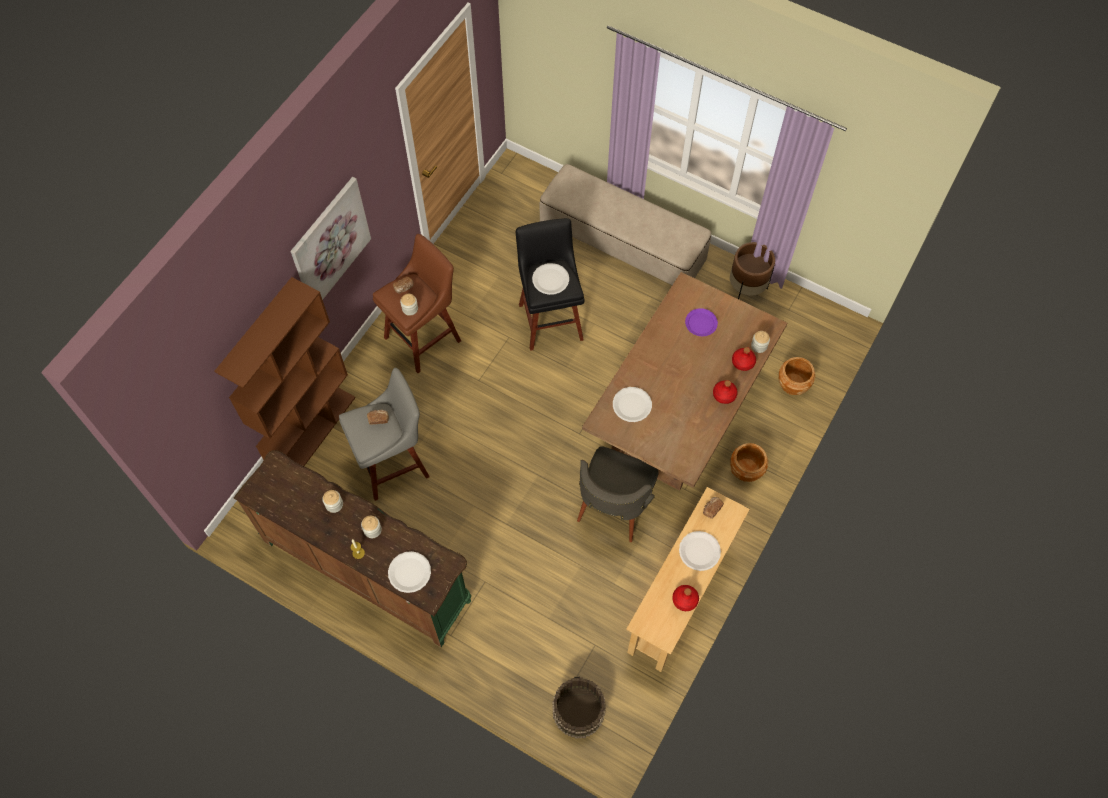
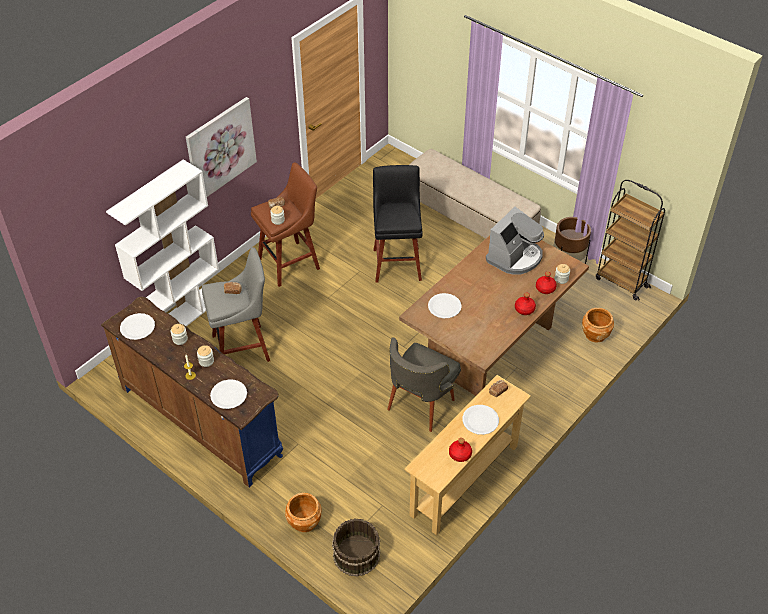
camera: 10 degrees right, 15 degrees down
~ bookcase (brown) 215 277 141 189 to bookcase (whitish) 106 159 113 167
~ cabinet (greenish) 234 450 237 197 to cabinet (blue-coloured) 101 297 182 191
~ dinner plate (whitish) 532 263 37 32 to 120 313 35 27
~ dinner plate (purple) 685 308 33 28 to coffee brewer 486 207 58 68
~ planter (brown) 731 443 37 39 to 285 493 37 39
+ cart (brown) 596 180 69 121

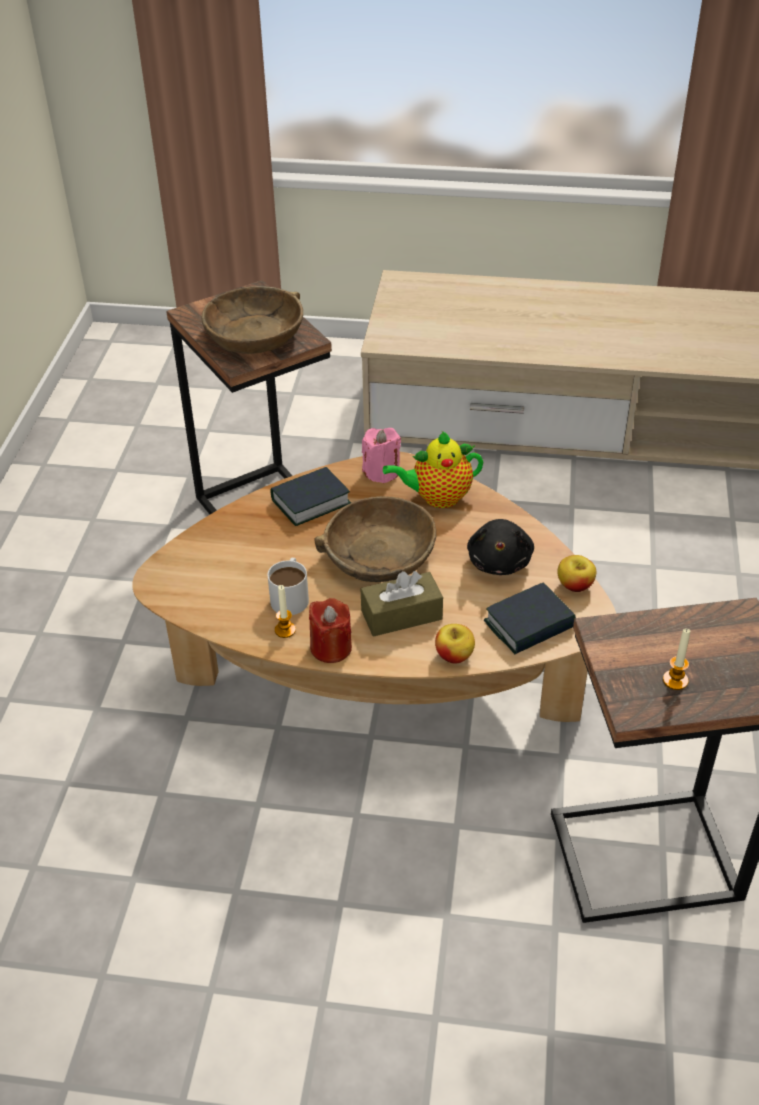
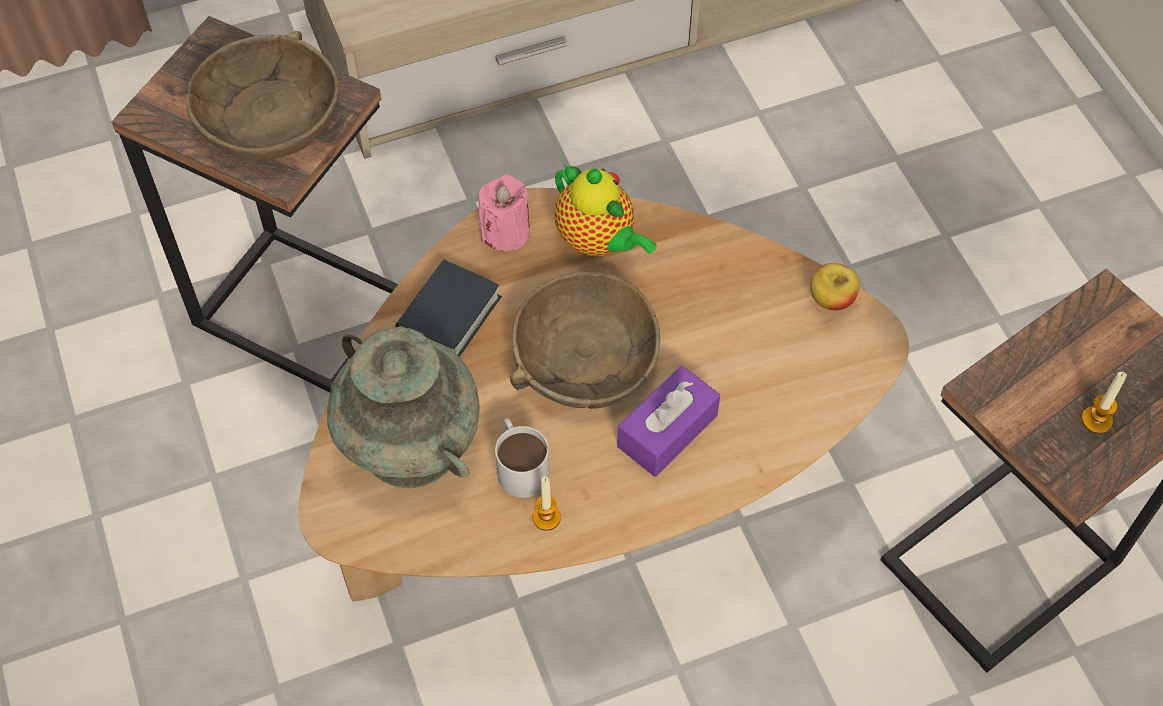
camera: 30 degrees left, 15 degrees up
- wax light (red) 309 598 43 65
~ tissue box (brown) 361 571 82 66 to tissue box (purple) 617 366 103 111
~ pot for tea 383 431 100 77 = 554 165 102 92 90 degrees counterclockwise
- whole apple 435 624 40 40
- cuddly toy (black-coloured) 467 519 67 56
- bound book 484 582 92 72
+ flower vase (turquoise) 327 327 153 162

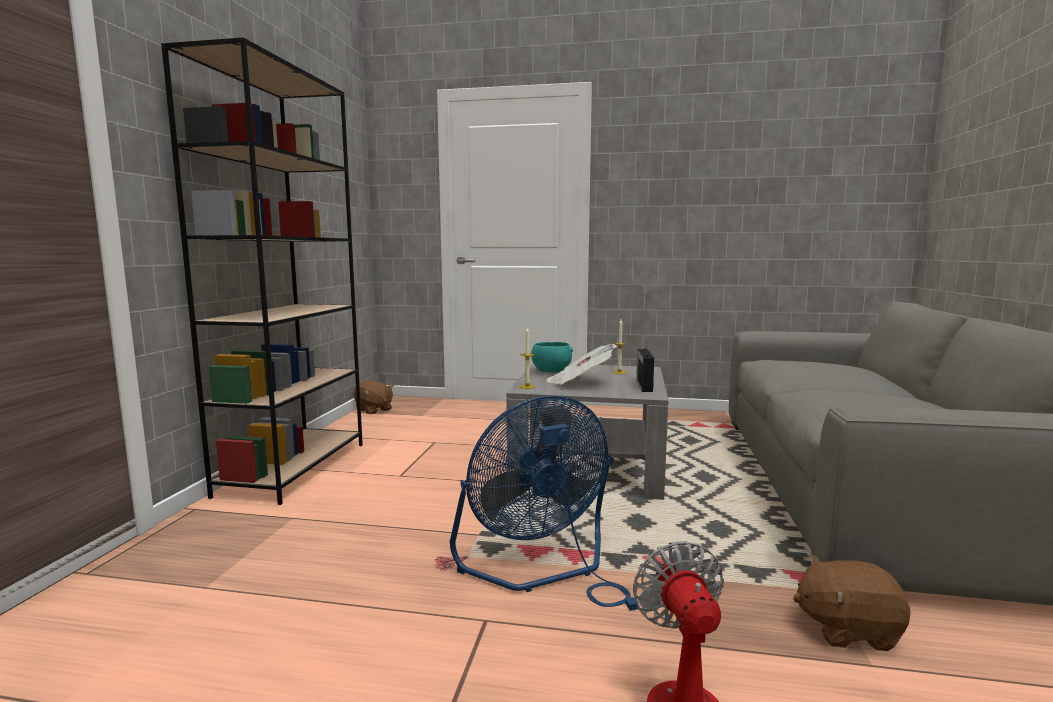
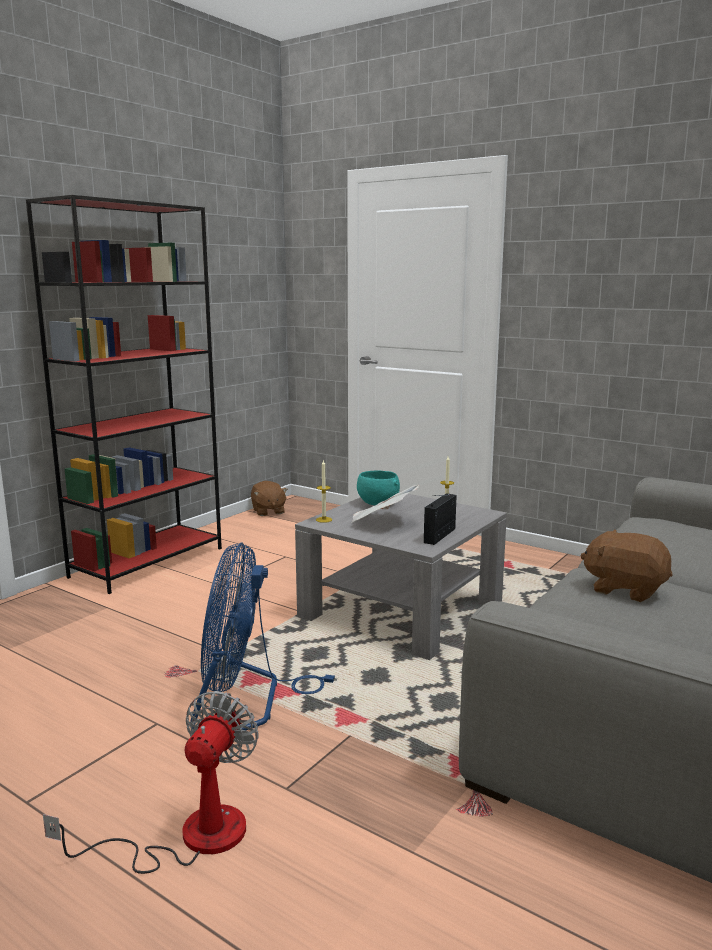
camera: 25 degrees right, 5 degrees up
~ bookcase (beige) 161 37 202 468 to bookcase (red) 26 195 196 399
~ cooling fan (blue-coloured) 450 396 188 215 = 190 542 147 188 90 degrees counterclockwise
~ cuddly toy (brown) 793 555 117 96 to 580 529 92 73

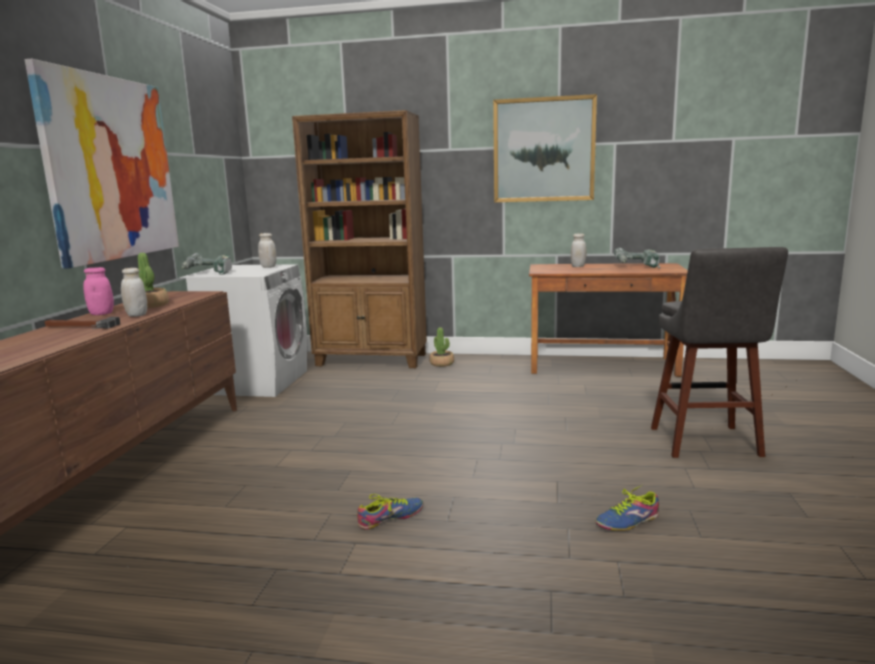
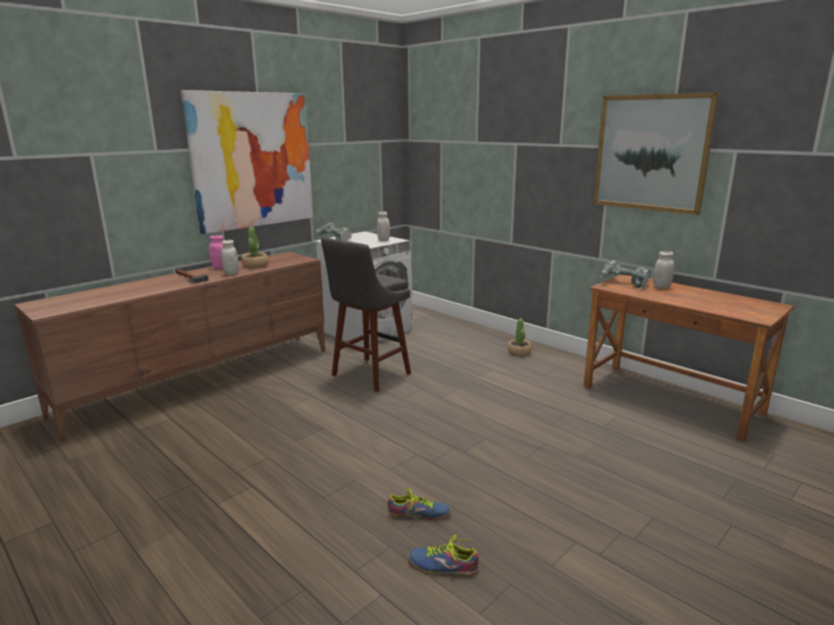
camera: 35 degrees right, 5 degrees up
- bookcase (brown) 292 110 135 258
~ shoe 357 494 66 36 to 388 488 63 32
~ drill 614 248 46 20 to 600 260 49 30
~ stool (grey) 651 247 137 211 to 321 237 90 155

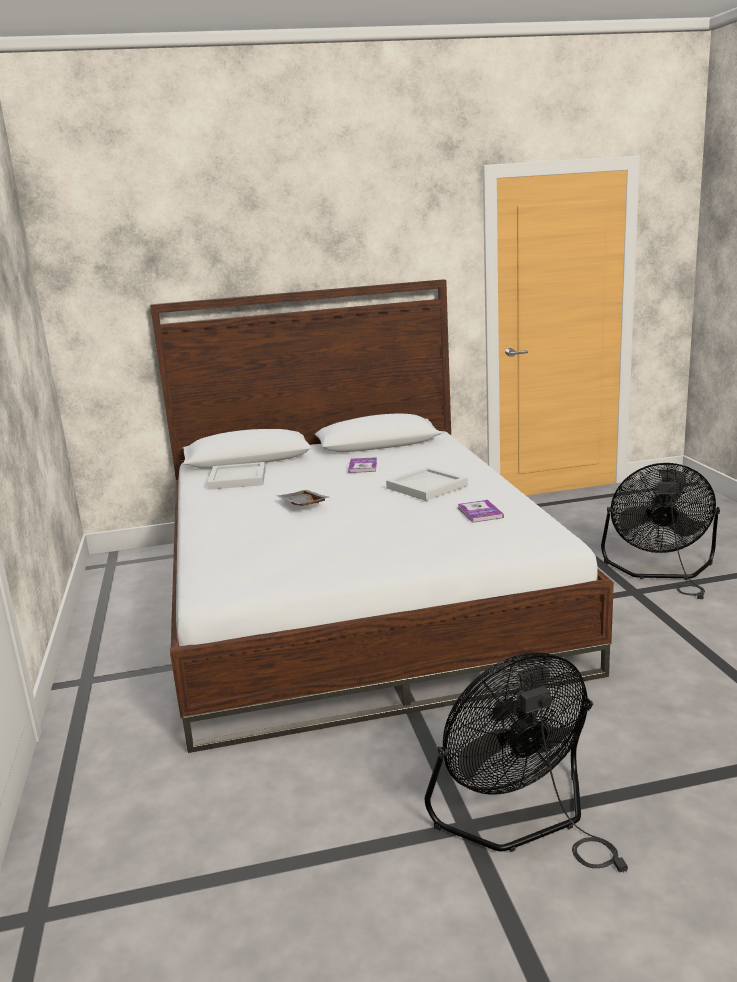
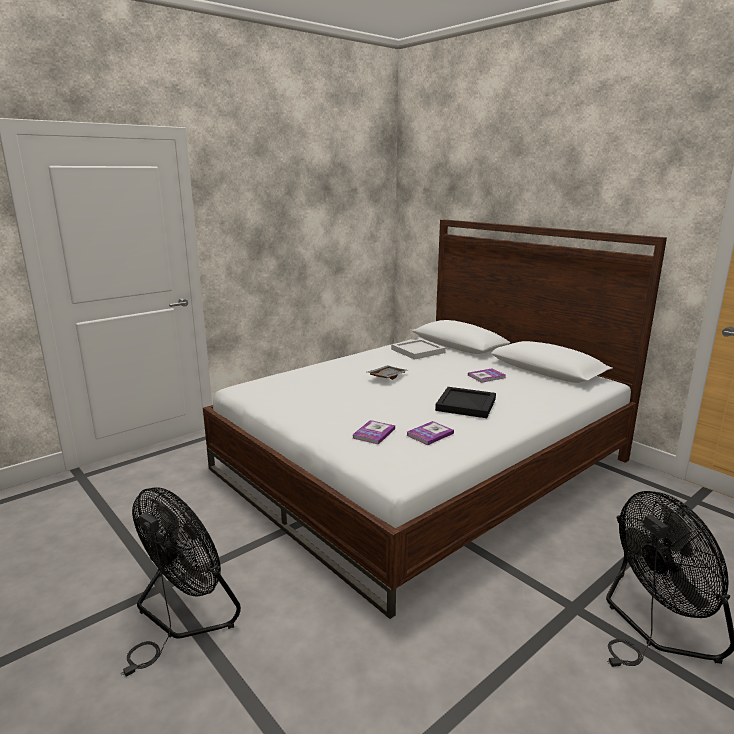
camera: 60 degrees right, 0 degrees up
~ serving tray (whitish) 386 467 82 34 to serving tray (black-coloured) 435 387 61 31
+ bound book 352 420 43 24

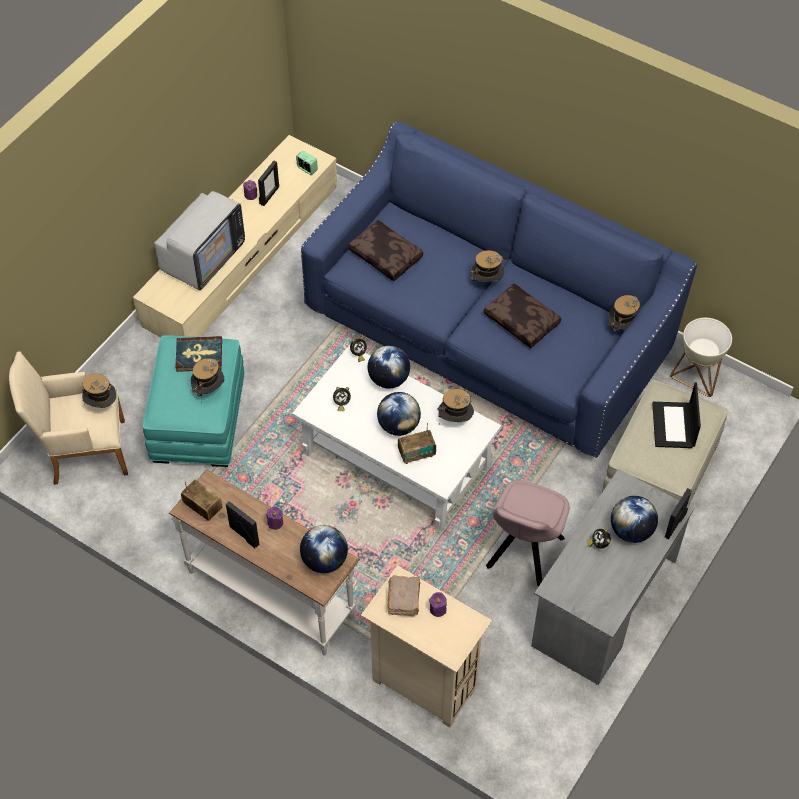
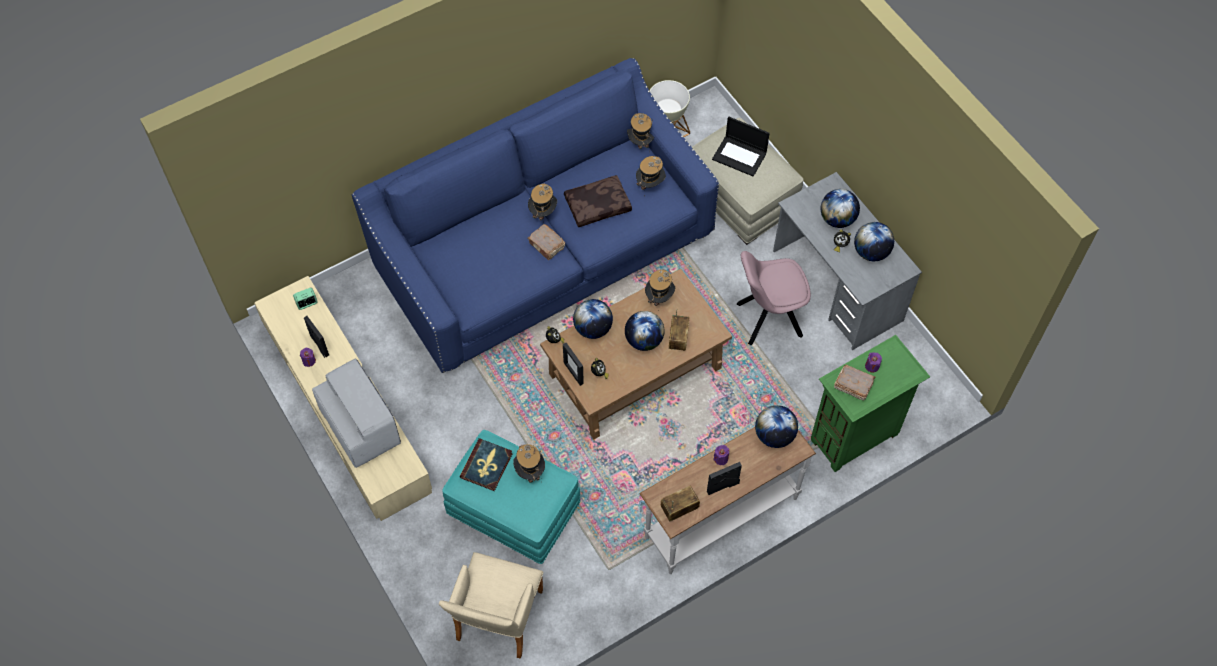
camera: 65 degrees left, 5 degrees up
~ hat 82 373 34 35 to 636 156 30 40
~ low table (whitish) 292 345 209 186 to low table (brown) 540 269 192 170
- throw pillow (brown) 348 220 75 61
~ cabinet (beige) 361 566 131 162 to cabinet (greenish) 811 335 119 137
~ upright chair (pink) 486 480 83 107 = 737 251 74 94 120 degrees clockwise
~ picture frame 665 488 27 51 to 563 343 21 43
+ bound book (brown) 527 224 38 36
+ world globe 854 222 40 39

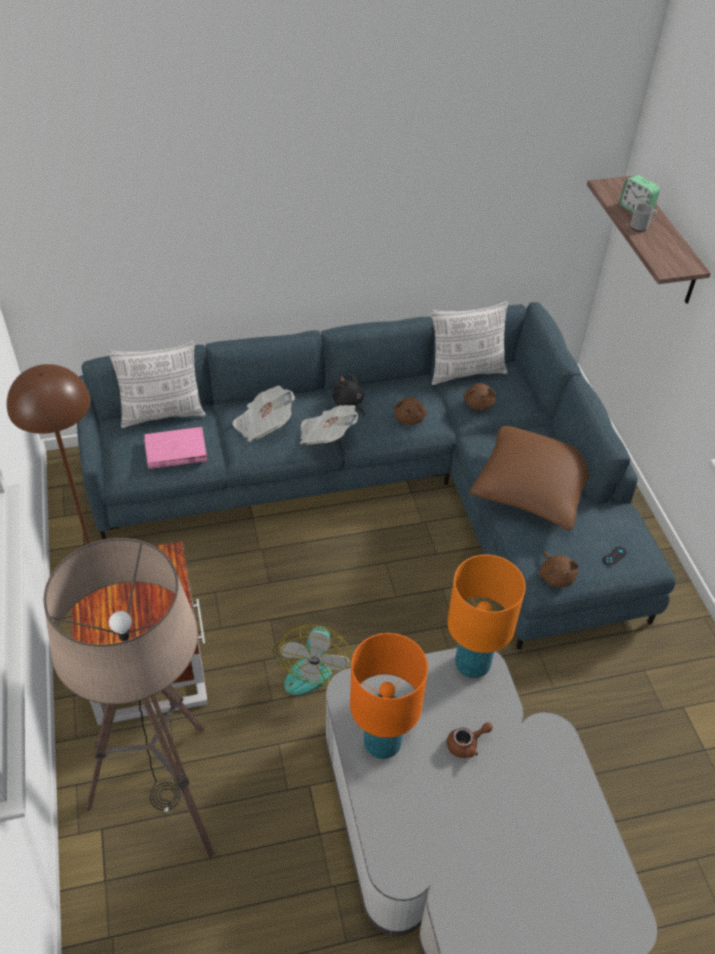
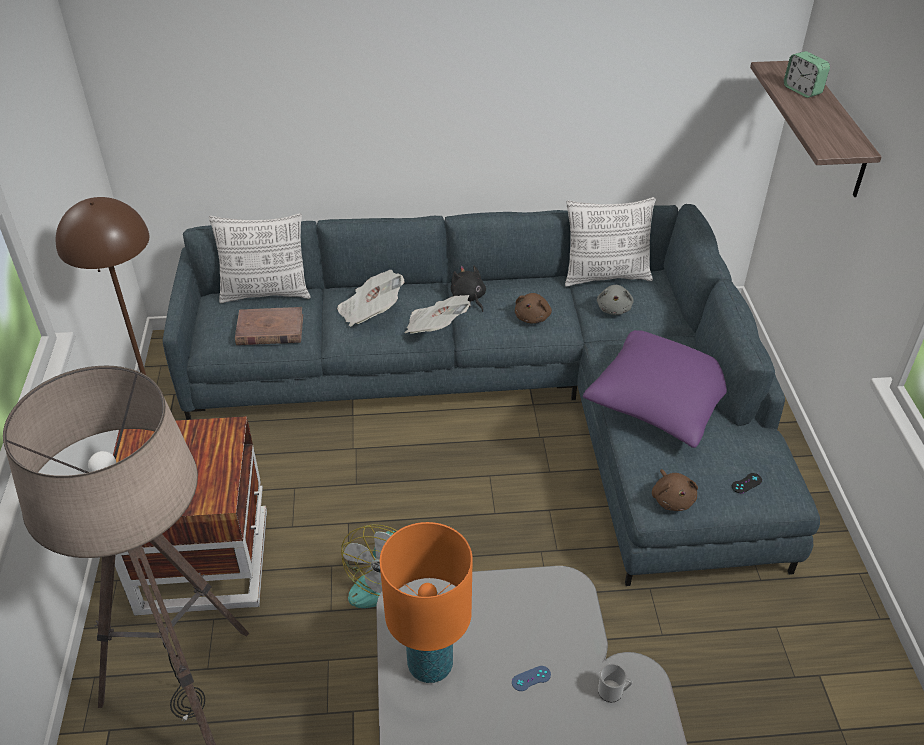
camera: 10 degrees right, 5 degrees down
~ bound book (pink) 144 427 63 42 to bound book (brown) 235 307 68 38
- lamp for a table (orange) 447 555 79 123
~ pot for tea (brown) 447 722 46 36 to gamepad (blue-coloured) 512 666 39 25
~ cuddly toy (brown) 463 383 33 27 to cuddly toy (grey) 597 285 37 30
~ throw pillow (brown) 470 426 119 105 to throw pillow (purple) 583 330 144 118
~ mug 631 203 26 29 to 598 663 35 40

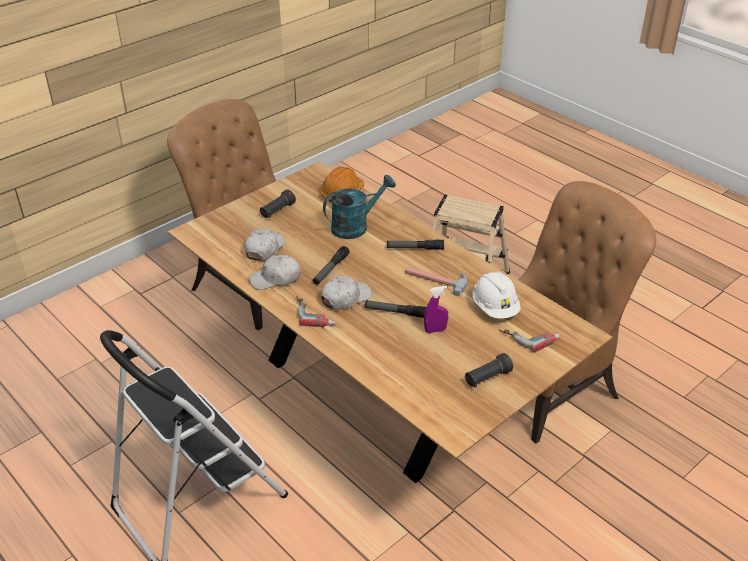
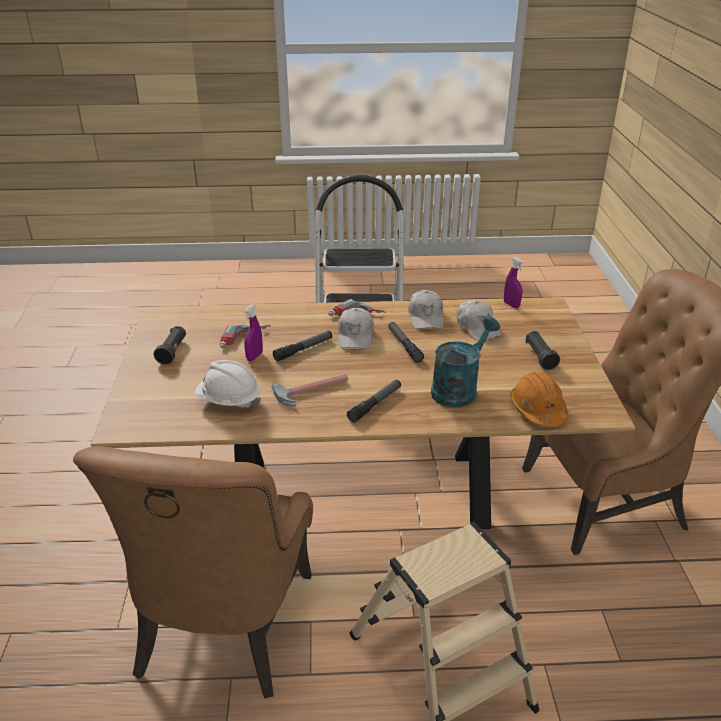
camera: 130 degrees right, 5 degrees down
~ peaked cap (whitish) 249 255 51 35 = 408 290 36 39 150 degrees clockwise
~ watering can (turquoise) 323 174 73 65 = 431 316 69 91 150 degrees counterclockwise
~ drill 499 329 61 24 to 220 325 51 23
+ hand sprayer (purple) 504 257 20 52

